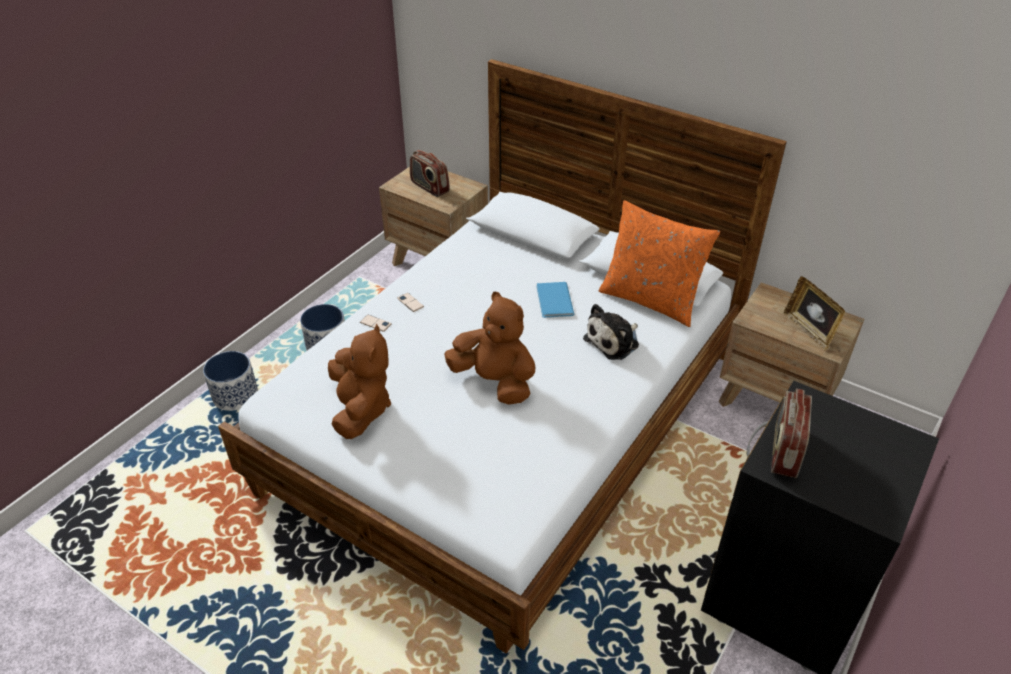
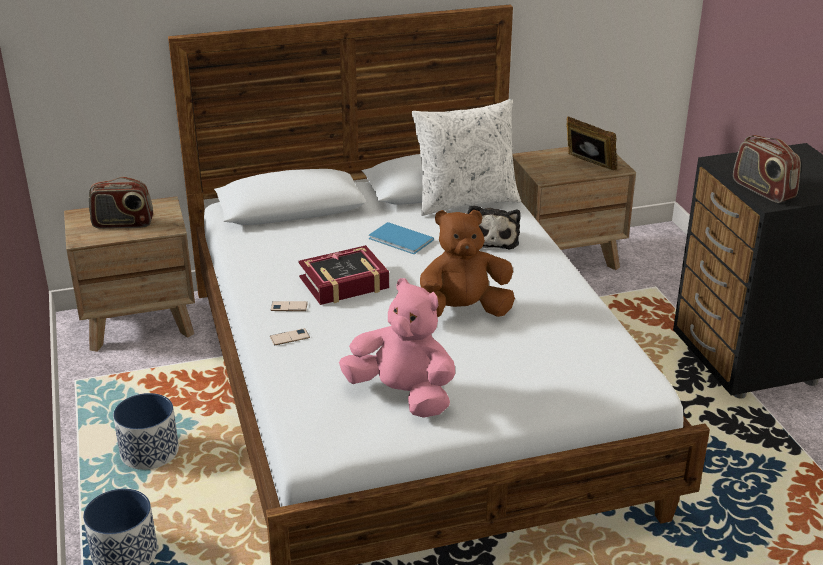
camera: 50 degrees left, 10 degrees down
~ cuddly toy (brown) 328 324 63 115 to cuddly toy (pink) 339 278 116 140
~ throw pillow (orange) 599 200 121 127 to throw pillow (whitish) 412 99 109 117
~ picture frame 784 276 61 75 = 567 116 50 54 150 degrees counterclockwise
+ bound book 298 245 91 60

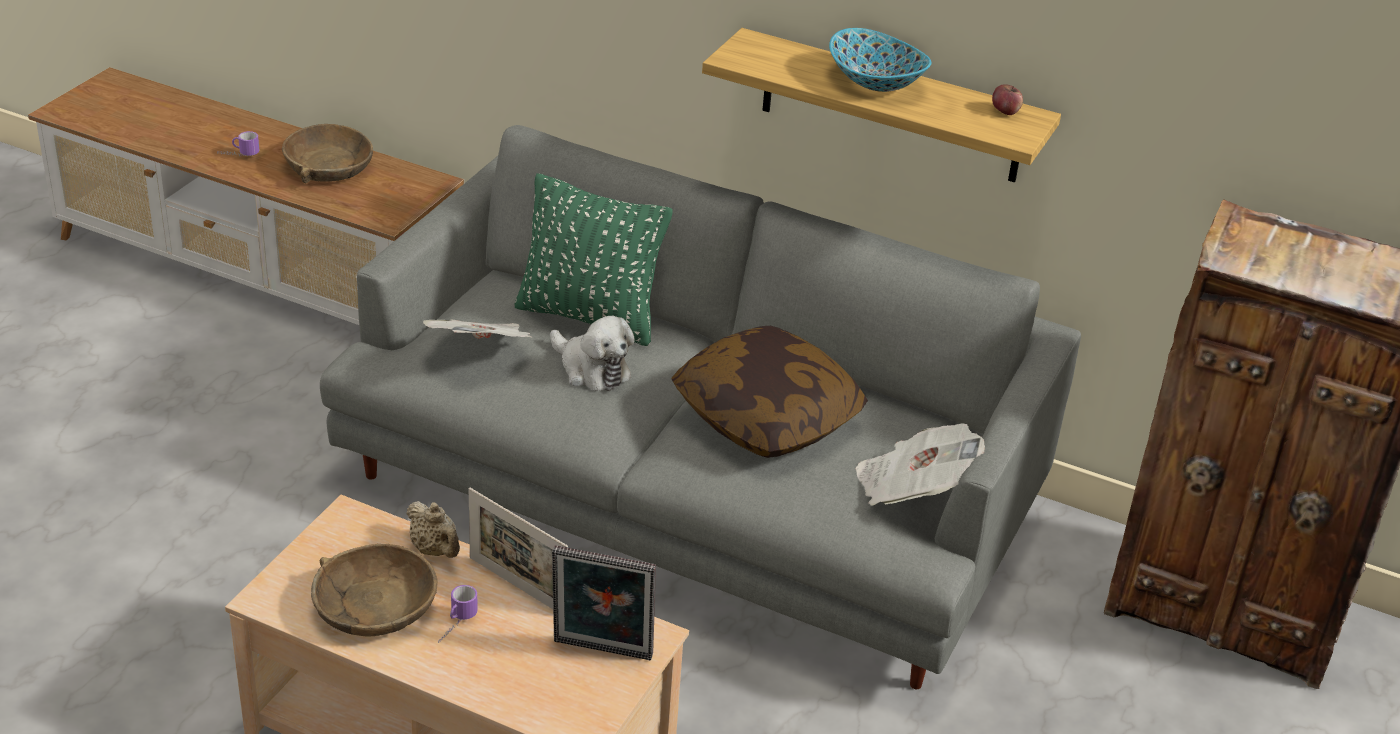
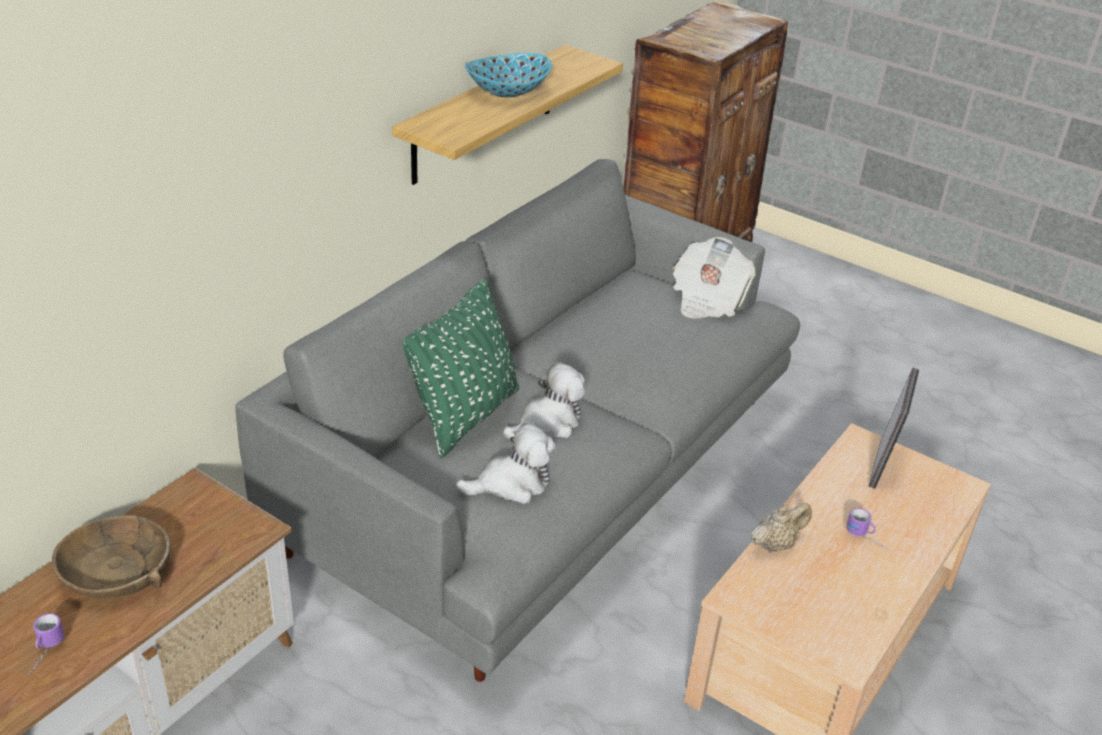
camera: 80 degrees left, 0 degrees up
- serving bowl (brown) 311 544 127 93
~ printed paper 423 319 109 20 to cuddly toy 456 422 100 82
- picture frame 469 488 99 121
- throw pillow 671 326 197 132
- whole apple 992 84 31 31

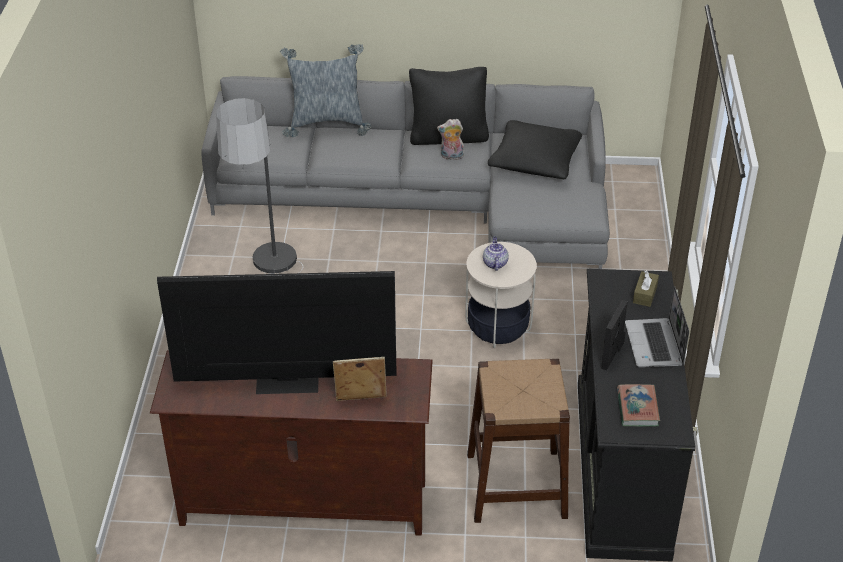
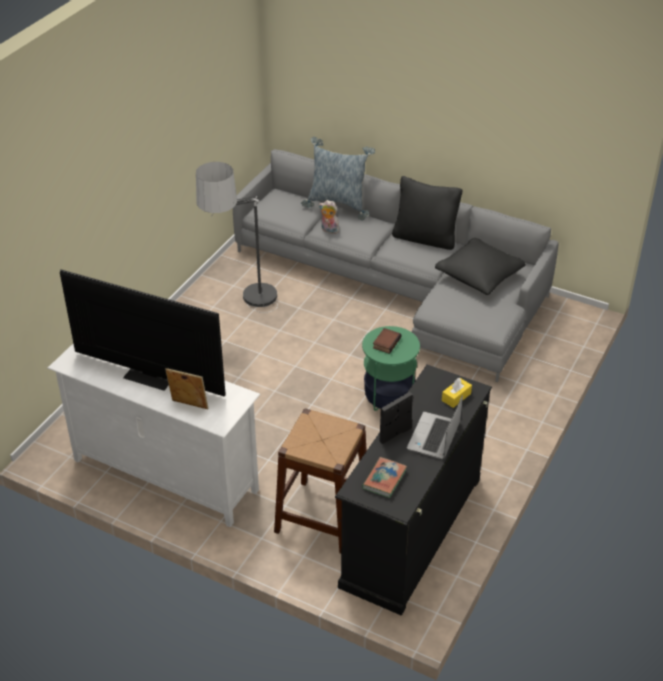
camera: 25 degrees right, 0 degrees up
~ tv unit (brown) 150 350 283 186 to tv unit (whitish) 48 344 213 183
~ cuddly toy 437 119 27 41 to 319 200 20 34
~ end table (beige) 465 242 72 106 to end table (greenish) 362 326 58 85
~ pot for tea 483 236 26 35 to bound book 373 328 28 26
~ tissue box (brown) 633 271 26 36 to tissue box (yellow) 442 378 30 30

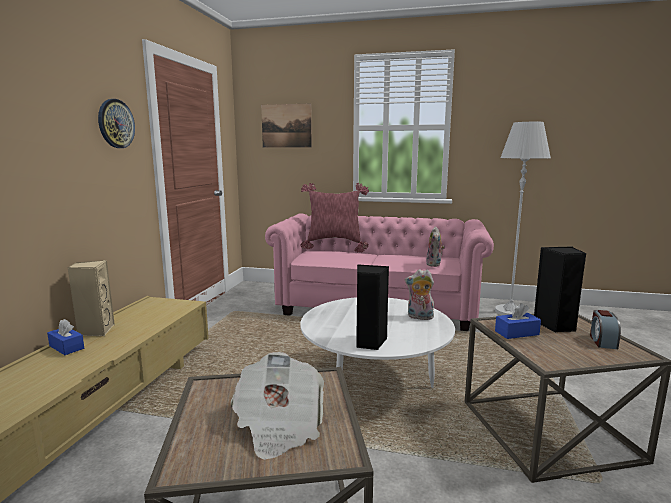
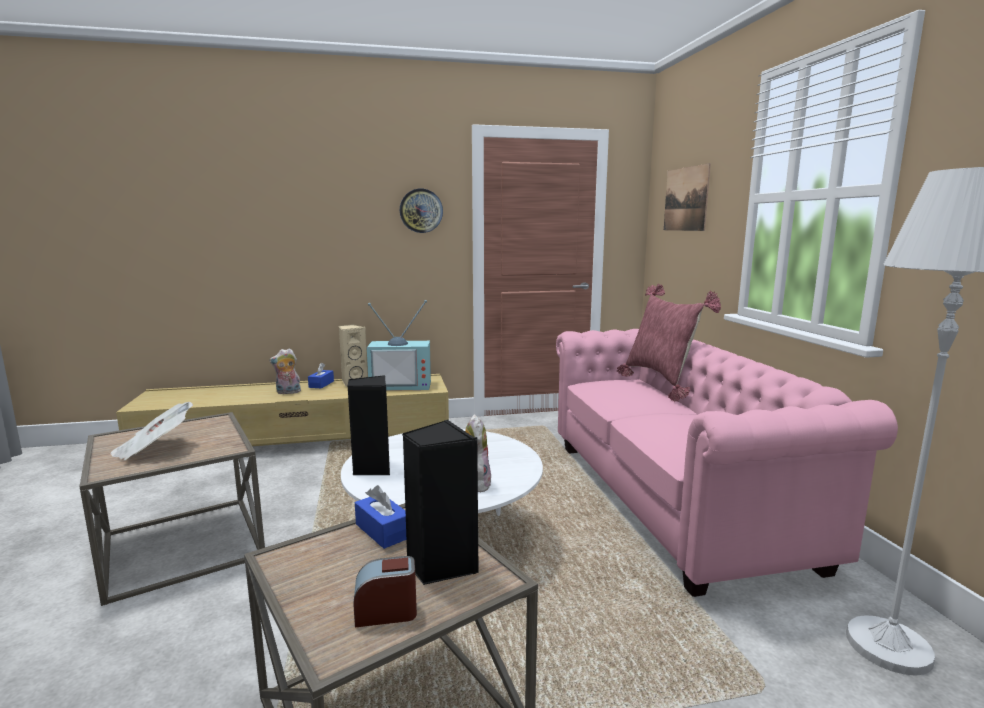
camera: 65 degrees right, 0 degrees up
~ cuddly toy 426 226 18 41 to 269 348 32 46
+ television 367 300 64 91

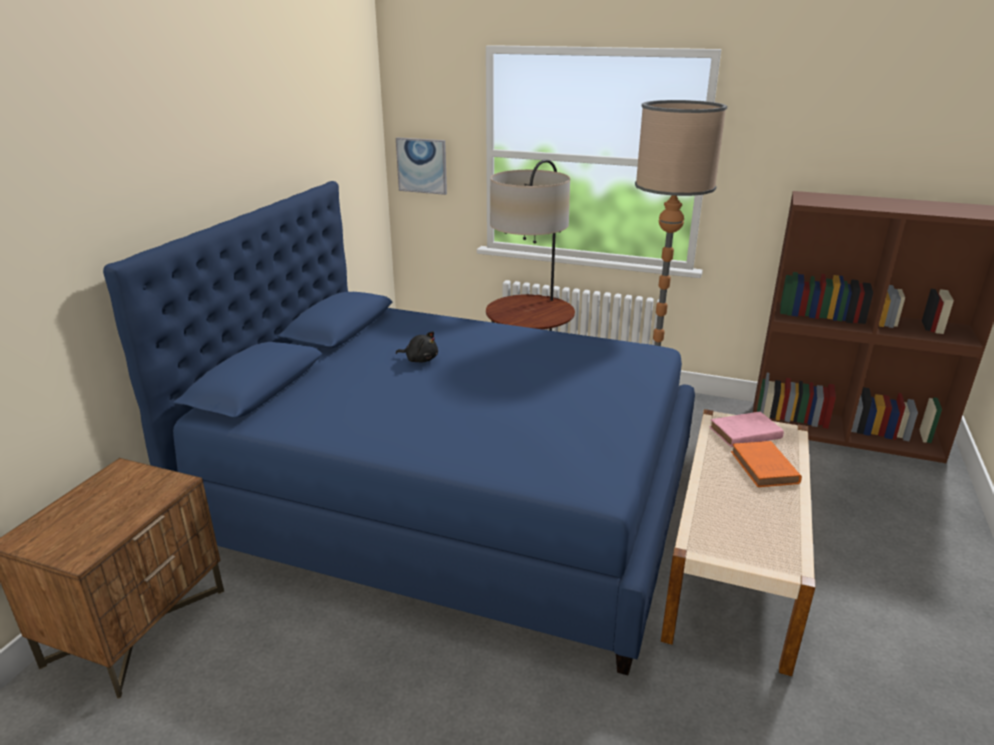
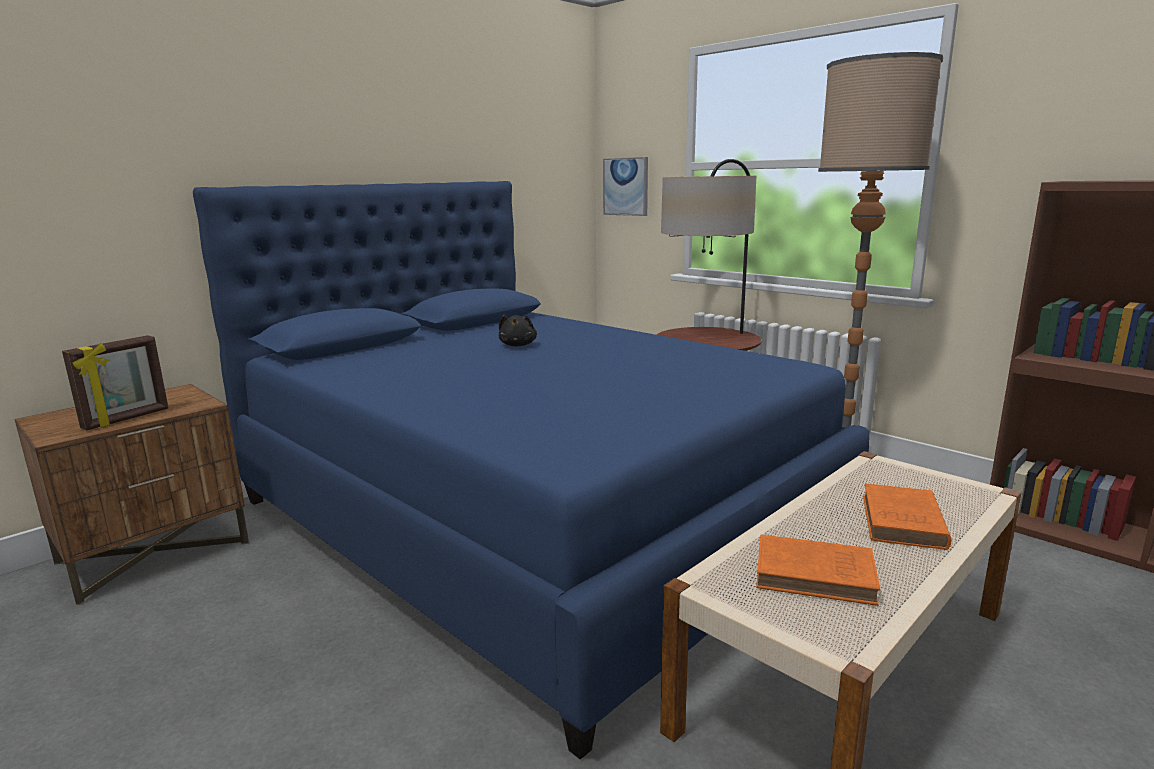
camera: 25 degrees right, 10 degrees down
~ cuddly toy (black-coloured) 396 331 42 31 = 499 315 38 31 45 degrees clockwise
- bound book (pink) 710 412 74 35
+ picture frame 62 335 106 95
+ bound book (orange) 756 534 124 72

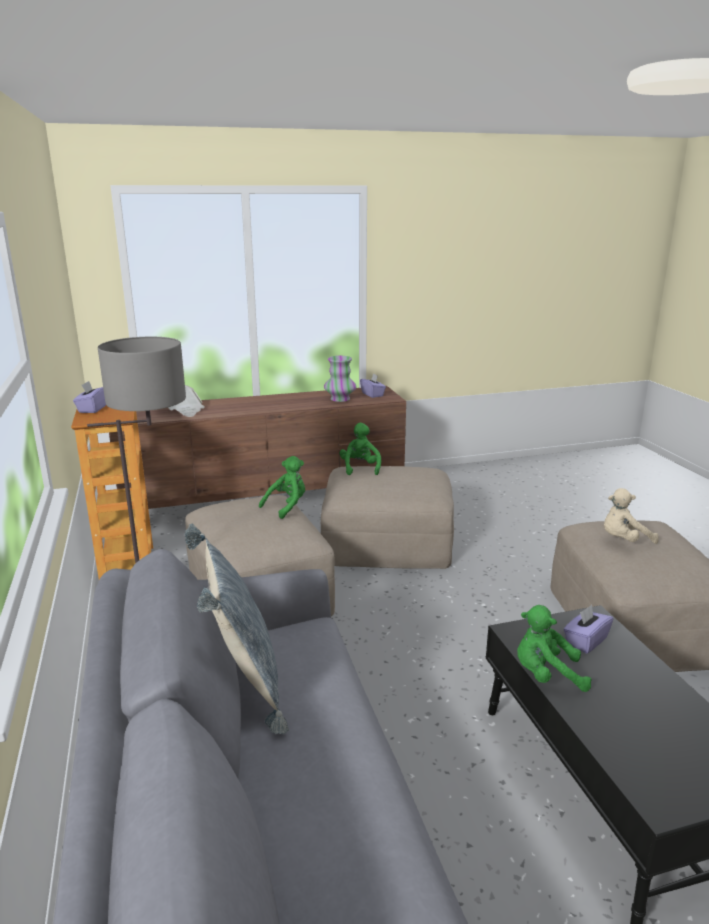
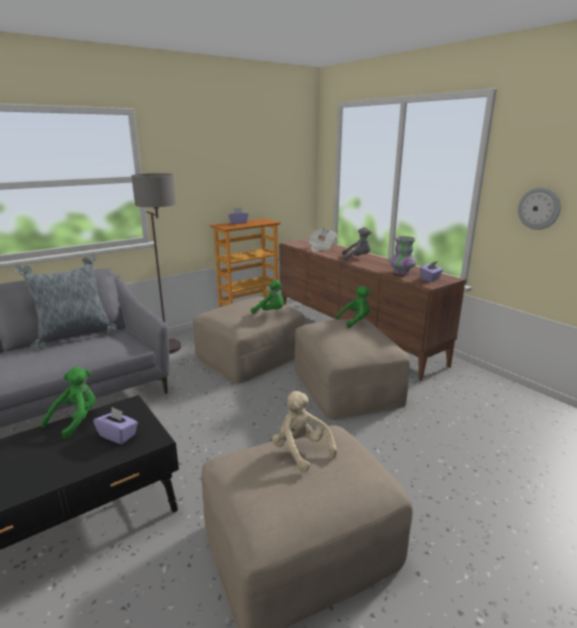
camera: 70 degrees right, 0 degrees up
~ cuddly toy (greenish) 517 605 74 87 = 41 367 55 72 45 degrees clockwise
+ cuddly toy (grey) 342 227 30 34
+ clock on the wall 518 187 43 43

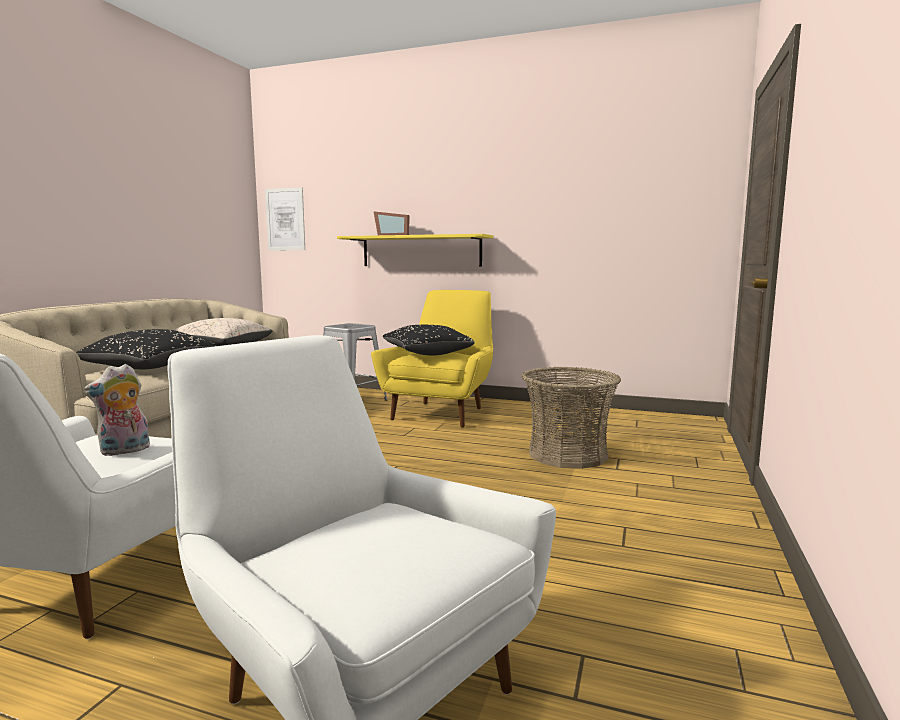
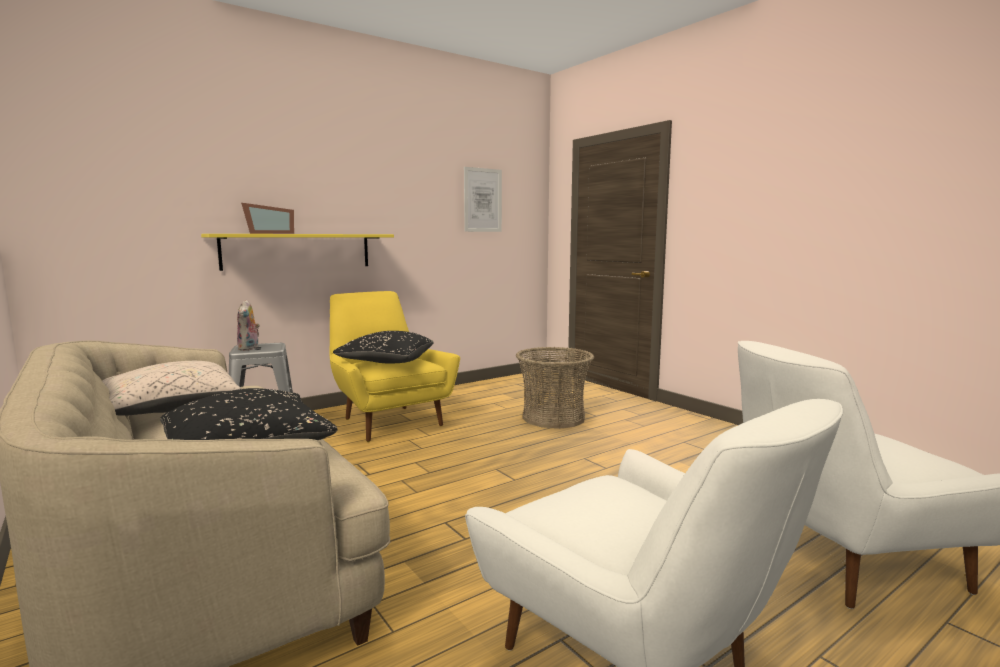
camera: 55 degrees left, 0 degrees up
~ cuddly toy 84 364 66 92 to 237 300 23 51
~ picture 265 187 40 64 to 464 167 38 65

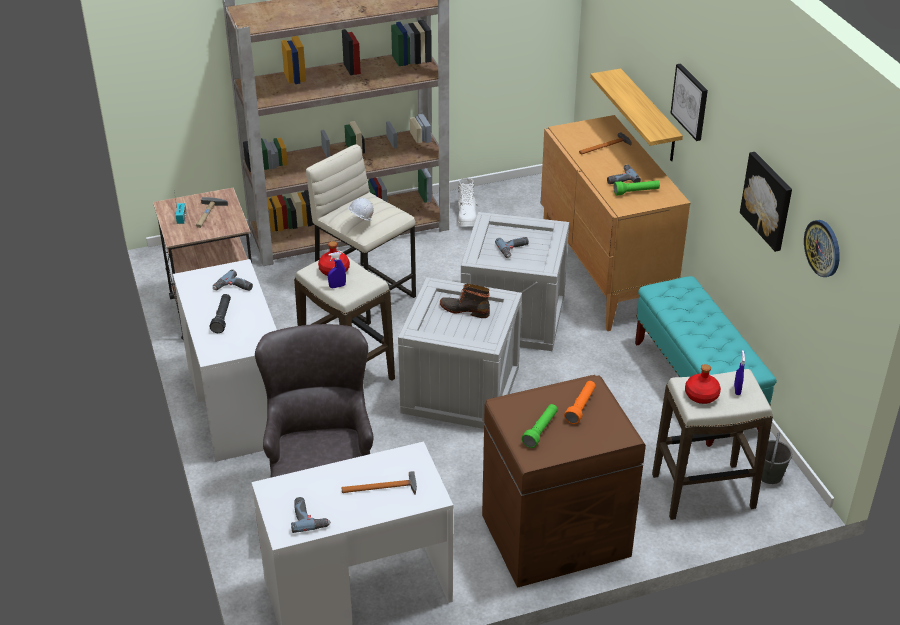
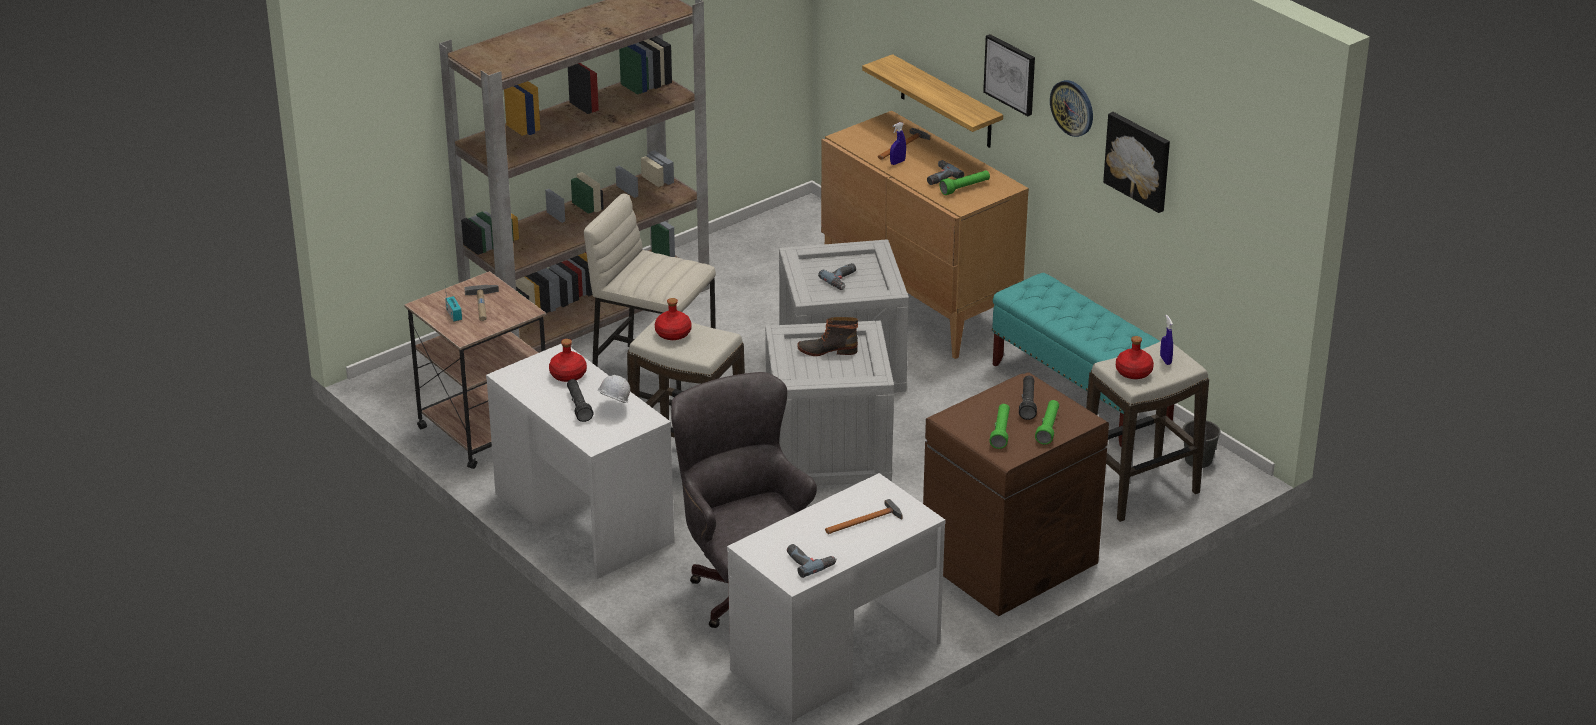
camera: 20 degrees left, 5 degrees down
~ drill 213 269 40 22 to drink bottle (red) 549 339 38 43
~ hand sprayer (blue-coloured) 328 252 18 36 to 890 122 16 43
~ hard hat (whitish) 348 198 26 23 to 597 375 33 28
- tall boot (whitish) 458 178 20 48
~ flashlight (orange) 564 381 32 43 to flashlight (black-coloured) 1019 376 18 44
~ clock on the wall 804 220 36 57 to 1050 80 43 57
+ flashlight (greenish) 1035 400 24 45

